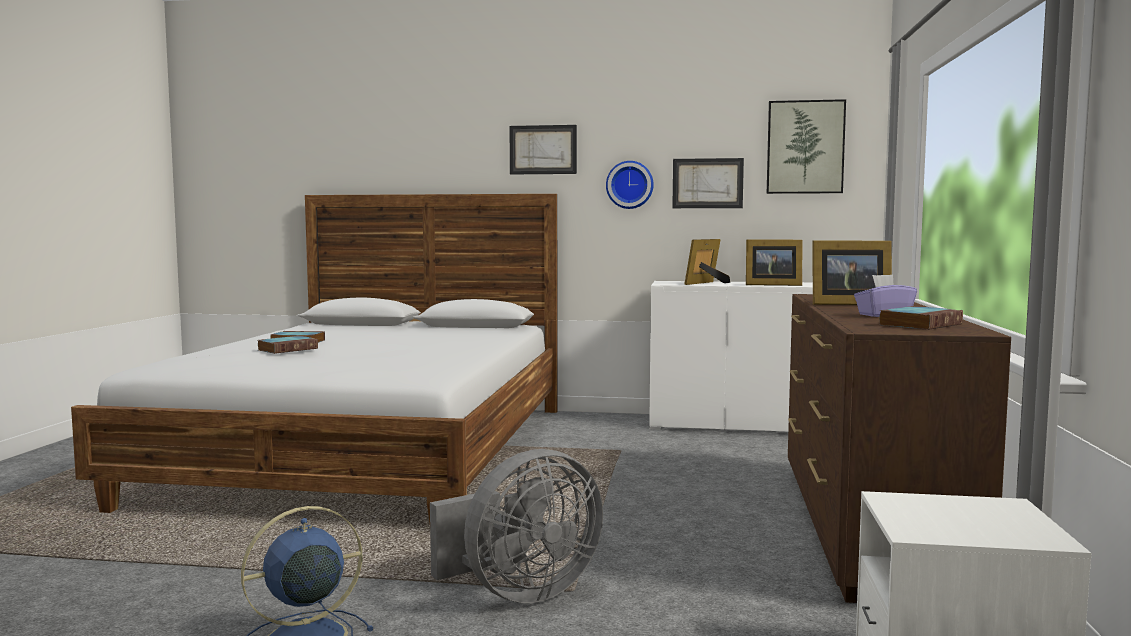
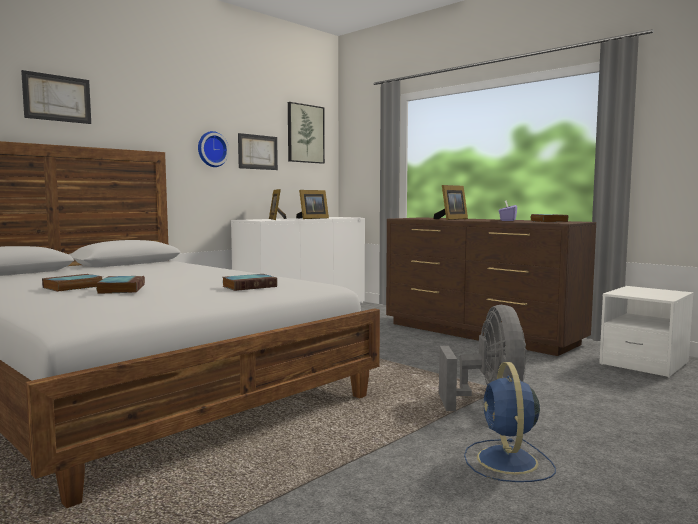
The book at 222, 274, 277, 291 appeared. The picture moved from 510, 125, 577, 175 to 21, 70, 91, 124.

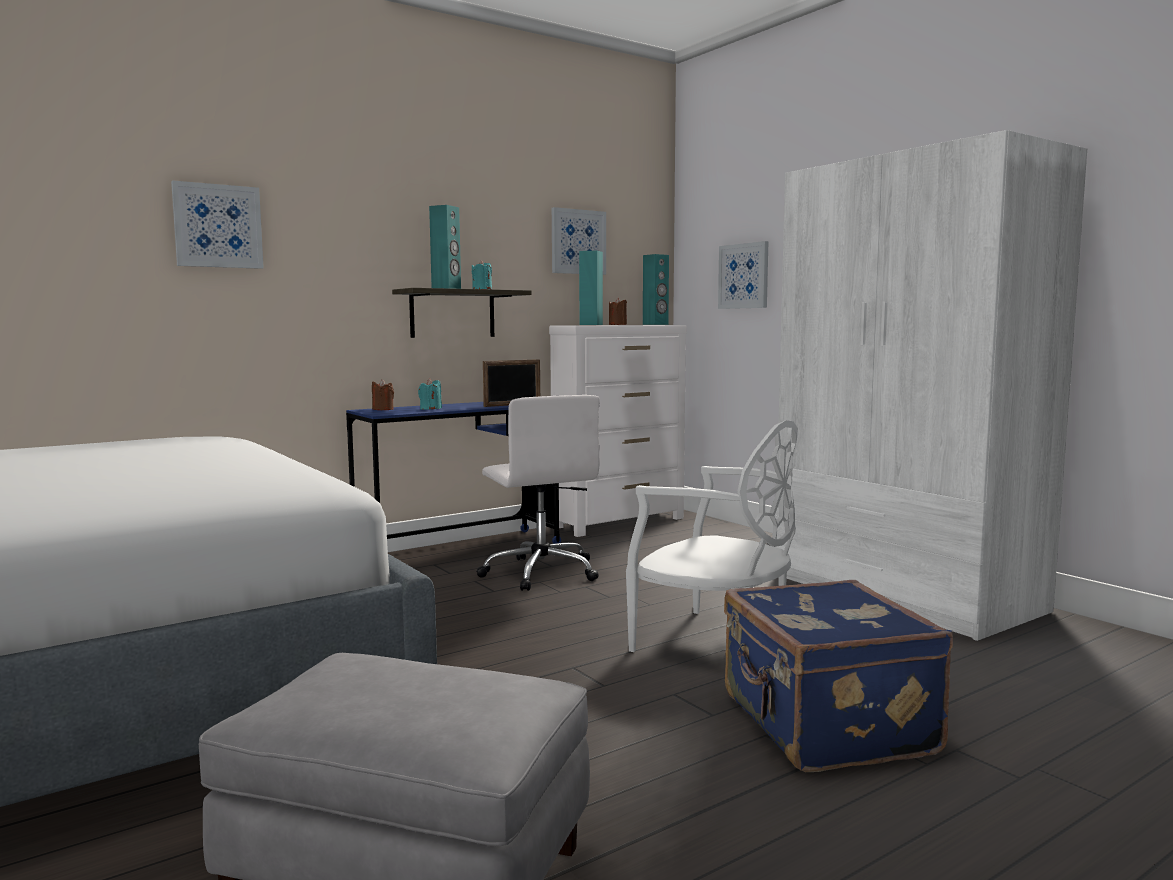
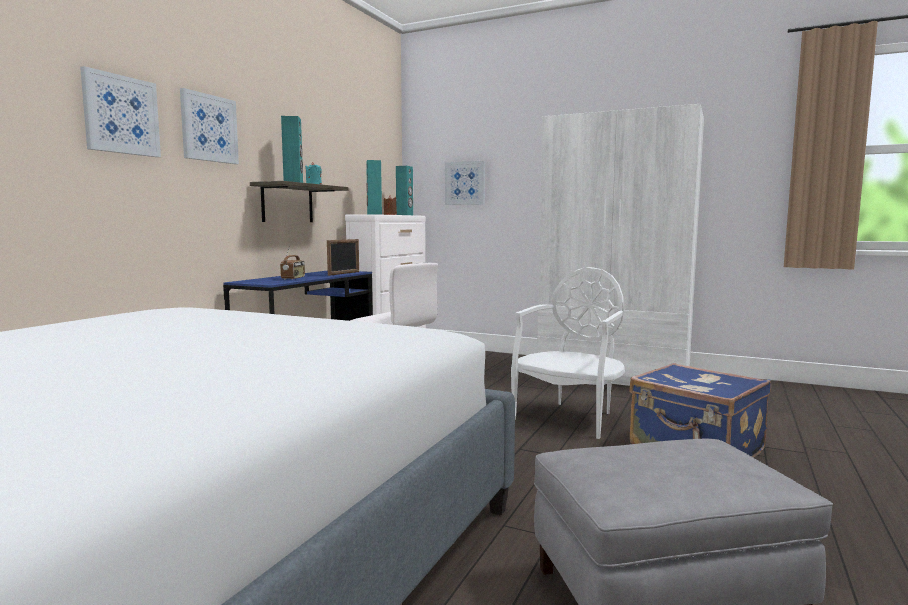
The brown candle at 372, 379, 394, 410 disappeared. The picture moved from 552, 207, 606, 275 to 180, 88, 239, 164. The turquoise candle at 418, 378, 442, 410 was replaced by the radio at 280, 246, 305, 280. The white chair at 626, 420, 798, 652 turned 60 degrees counterclockwise.

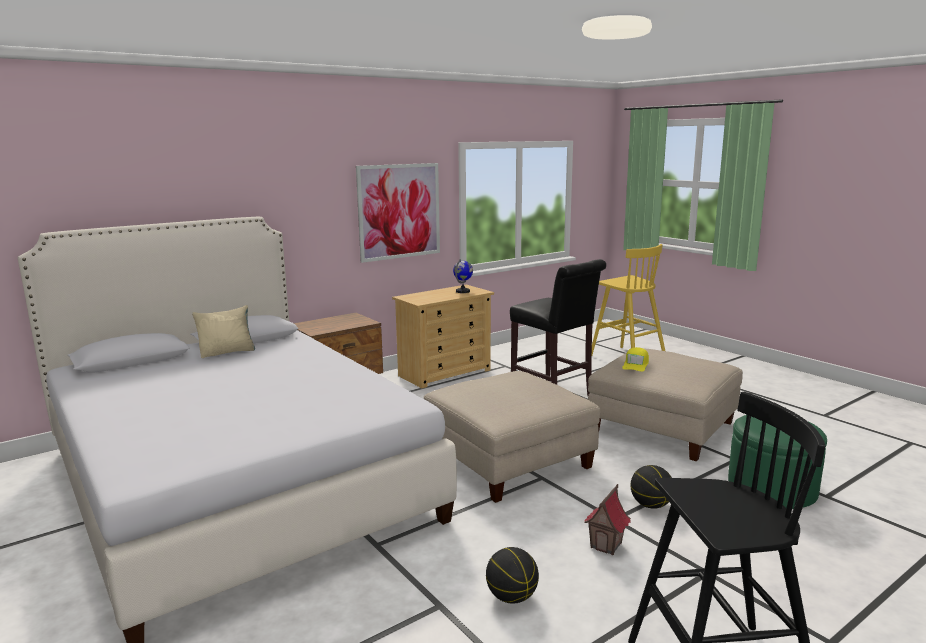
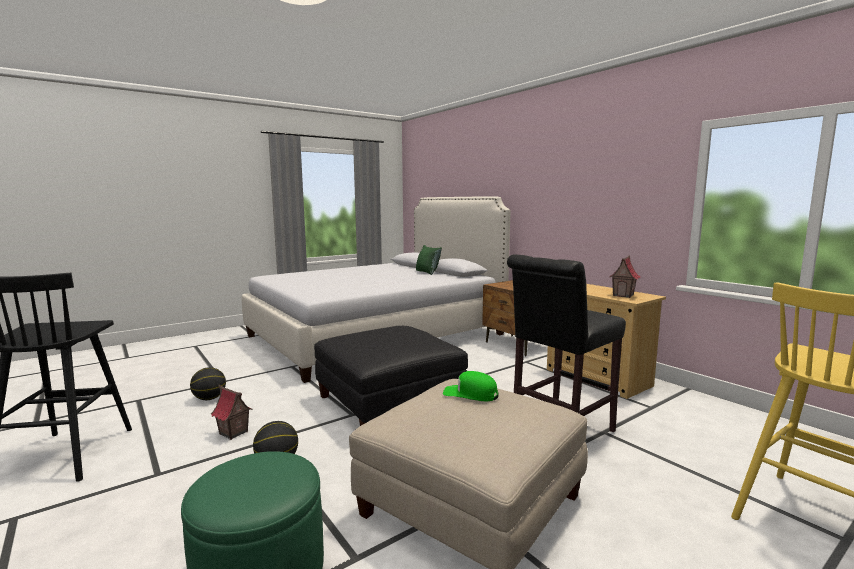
The picture at 356, 163, 440, 263 disappeared. The globe at 453, 259, 473, 293 was replaced by the toy house at 610, 255, 641, 298. The beige pillow at 192, 305, 255, 358 became the green pillow at 416, 245, 442, 275. The beige ottoman at 424, 371, 600, 503 became the black ottoman at 314, 326, 468, 426. The yellow cap at 622, 347, 649, 372 became the green cap at 443, 371, 498, 401.

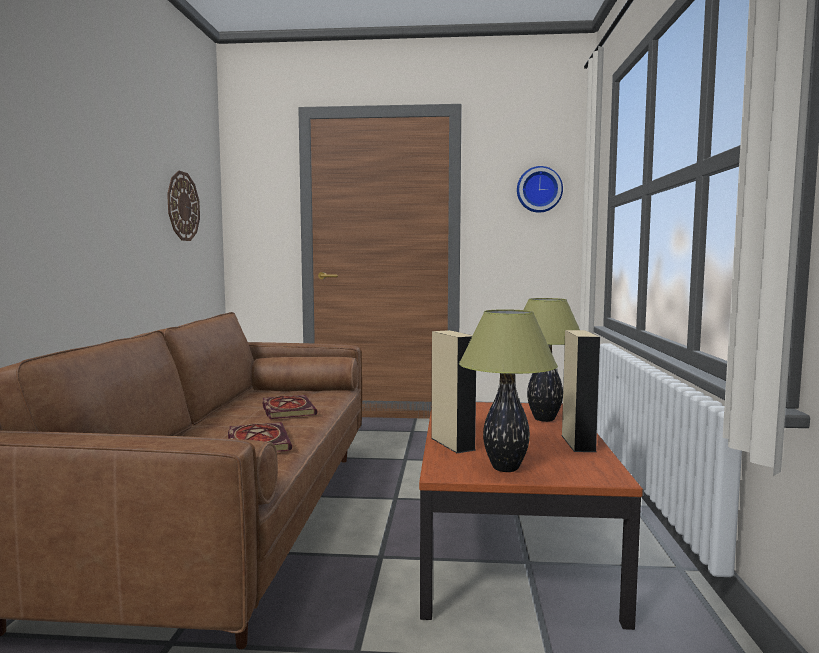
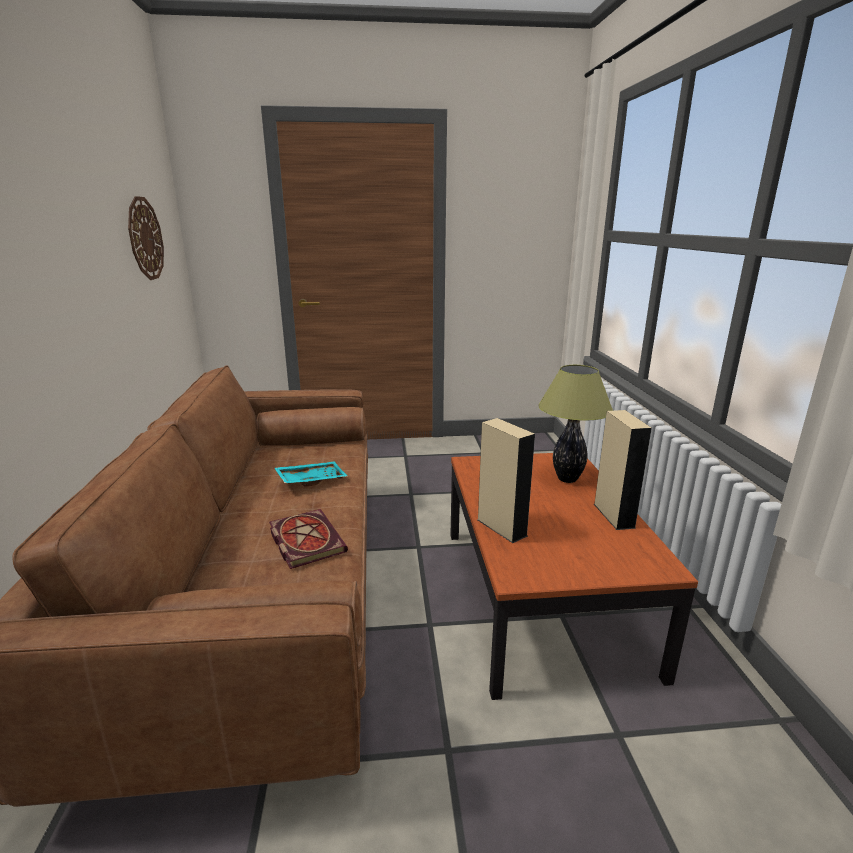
The table lamp at 459, 309, 558, 472 disappeared. The wall clock at 517, 166, 563, 213 disappeared. The book at 262, 395, 317, 419 was replaced by the turquoise tray at 275, 461, 347, 487.

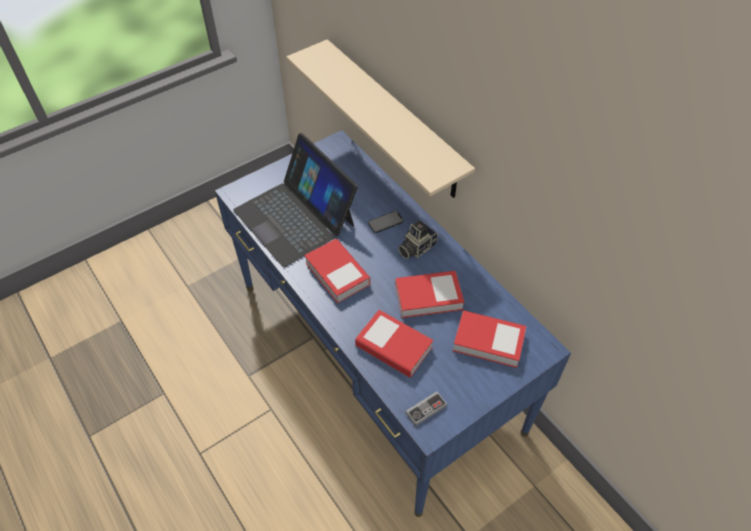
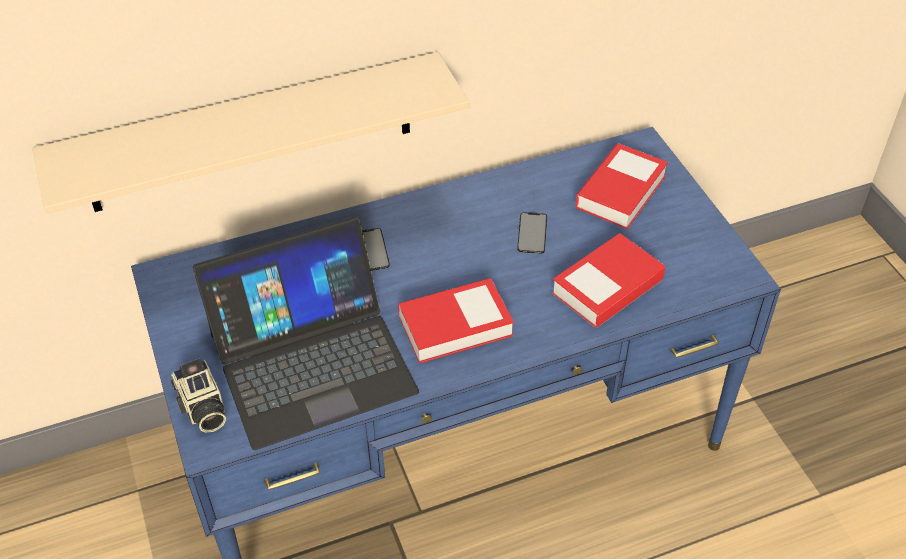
The game controller at 406, 392, 447, 426 disappeared. The photo camera moved from 398, 220, 438, 259 to 171, 358, 226, 433. The book at 395, 271, 464, 318 was replaced by the phone at 517, 212, 547, 254.

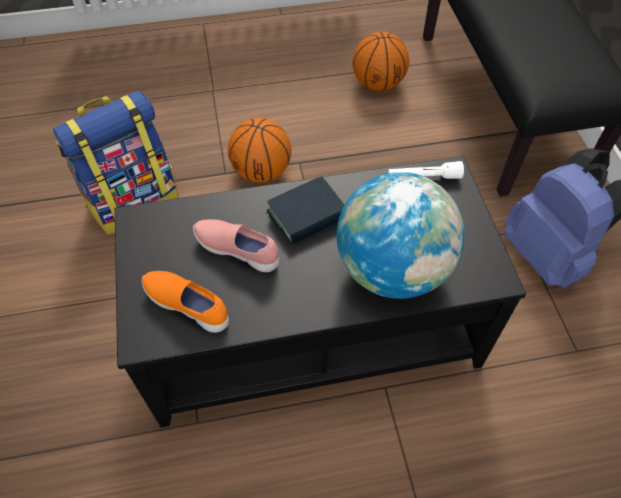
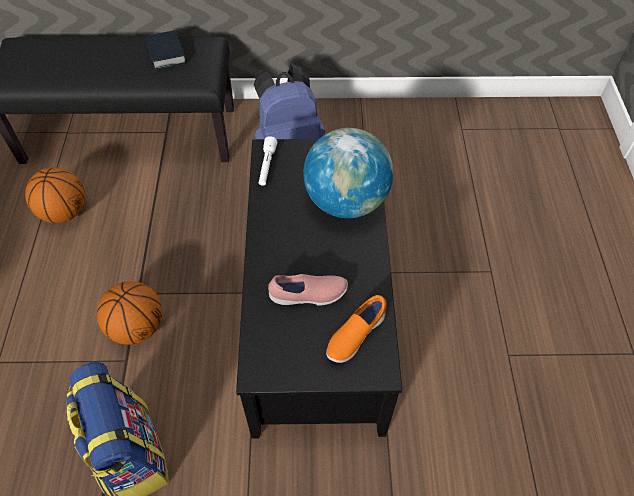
The book moved from 267, 176, 344, 245 to 145, 30, 186, 70. The pink shoe at 193, 219, 280, 272 turned 135 degrees counterclockwise.

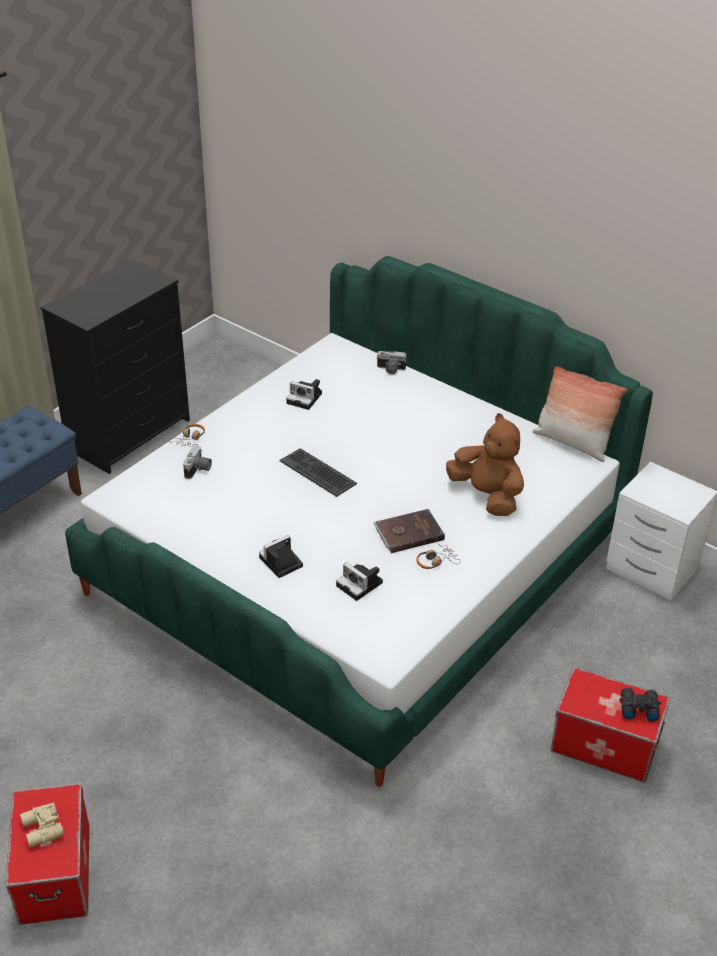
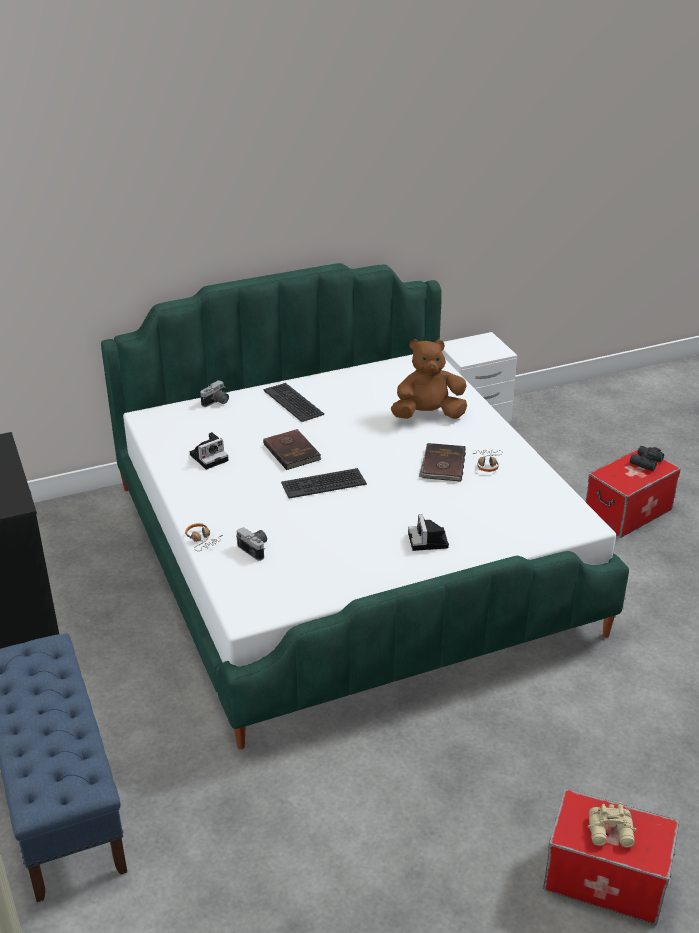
The photo camera at 336, 562, 383, 601 disappeared. The pillow at 532, 366, 627, 462 disappeared. The brown book at 263, 429, 321, 470 appeared. The keyboard at 264, 383, 324, 422 appeared.

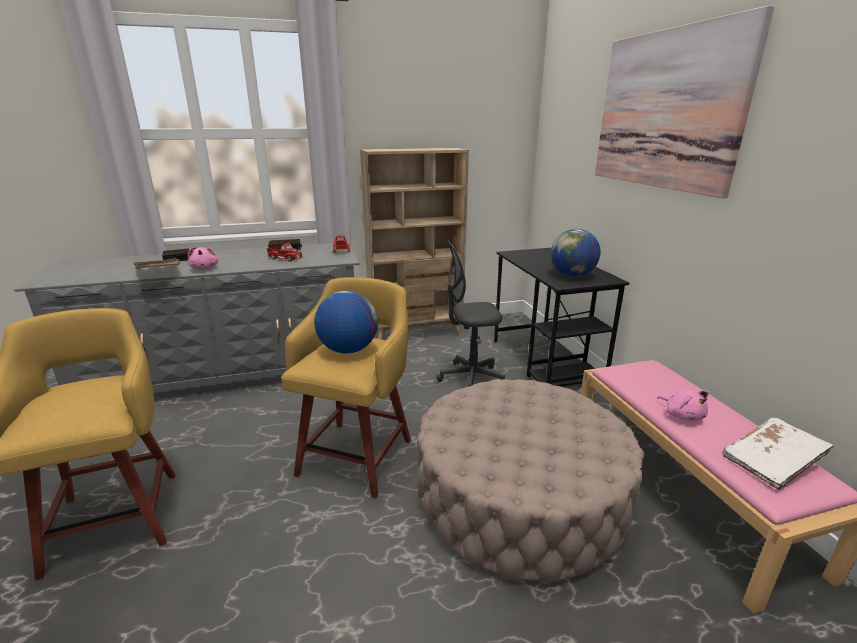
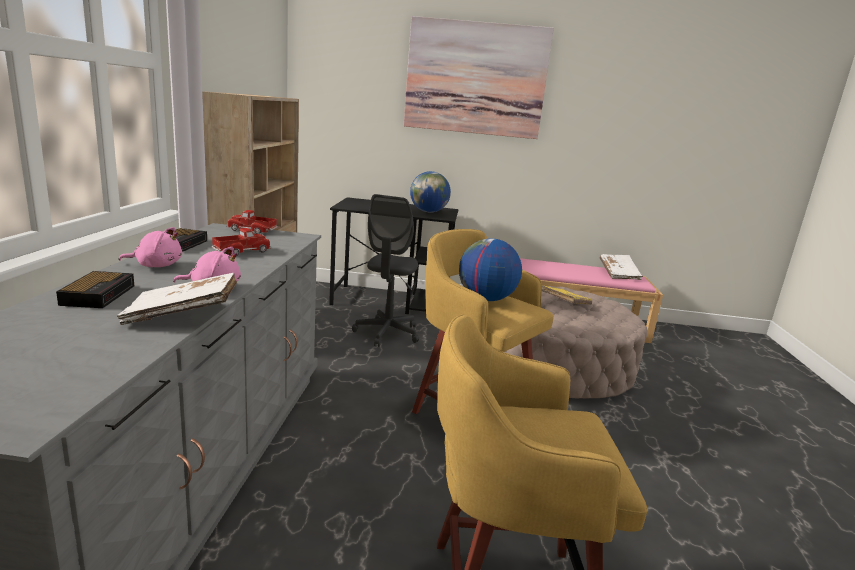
The yellow book at 542, 285, 592, 305 appeared. The pink plush toy moved from 657, 389, 709, 421 to 119, 227, 182, 267.

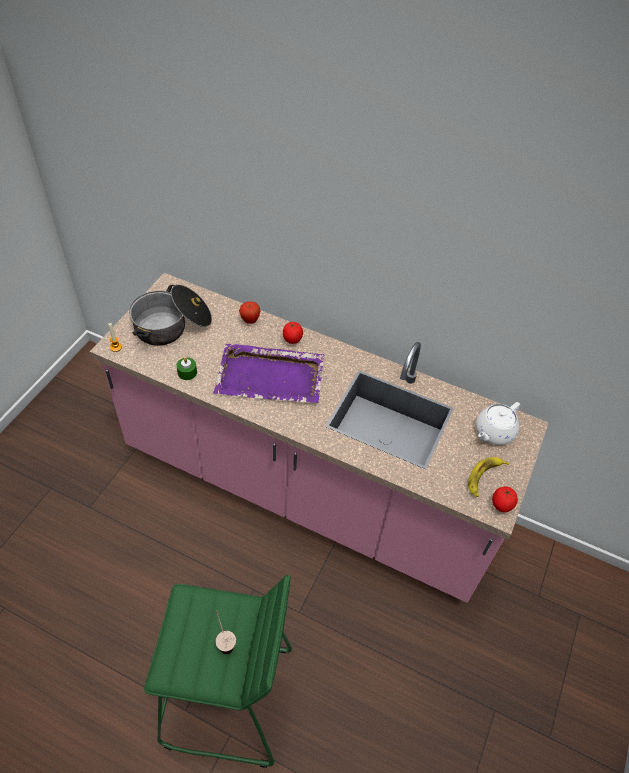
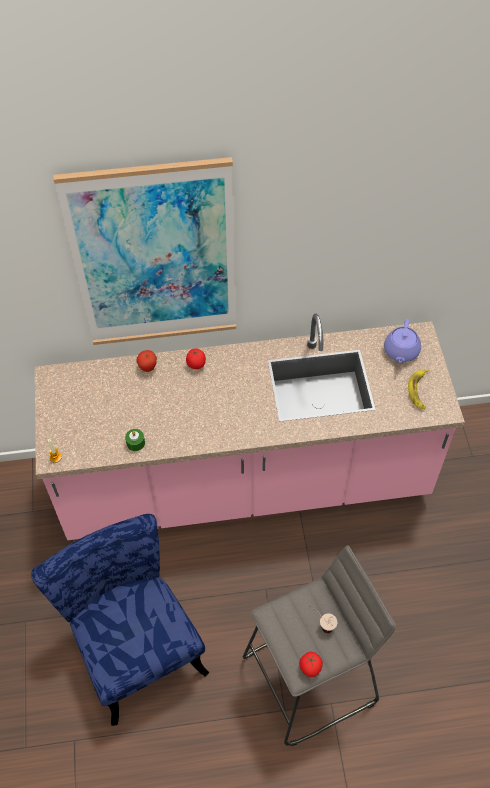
The cooking pot at 129, 285, 212, 346 disappeared. The purple tray at 213, 344, 325, 403 disappeared. The blue chair at 31, 514, 209, 726 appeared. The picture at 53, 157, 236, 345 appeared. The tomato moved from 492, 486, 518, 512 to 299, 652, 323, 677. The green stool at 144, 574, 292, 768 became the grey stool at 242, 545, 396, 746. The white teapot at 476, 402, 520, 445 became the purple teapot at 384, 319, 421, 364.

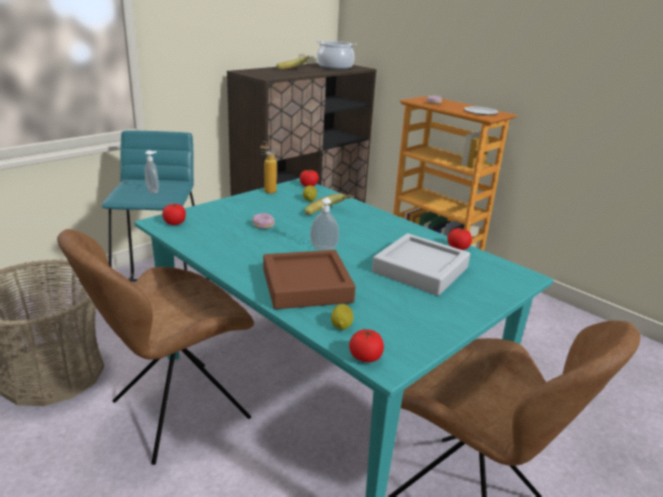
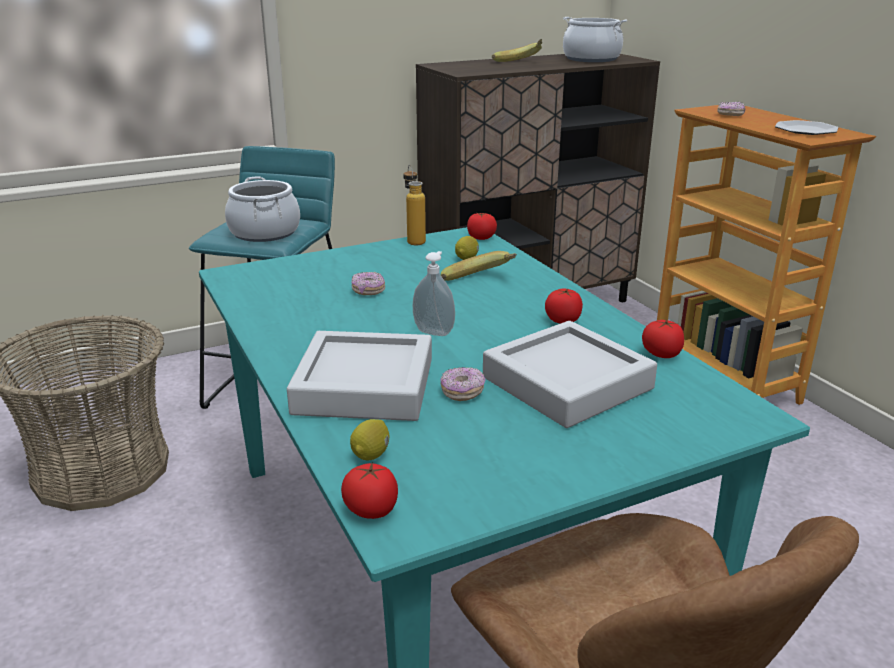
The brown chair at 57, 229, 254, 465 disappeared. The donut at 440, 367, 486, 401 appeared. The tomato moved from 162, 204, 186, 225 to 545, 289, 583, 324. The soap dispenser at 145, 150, 159, 194 was replaced by the cooking pot at 225, 176, 300, 242. The brown tray at 263, 250, 355, 309 became the grey tray at 287, 331, 432, 421.

